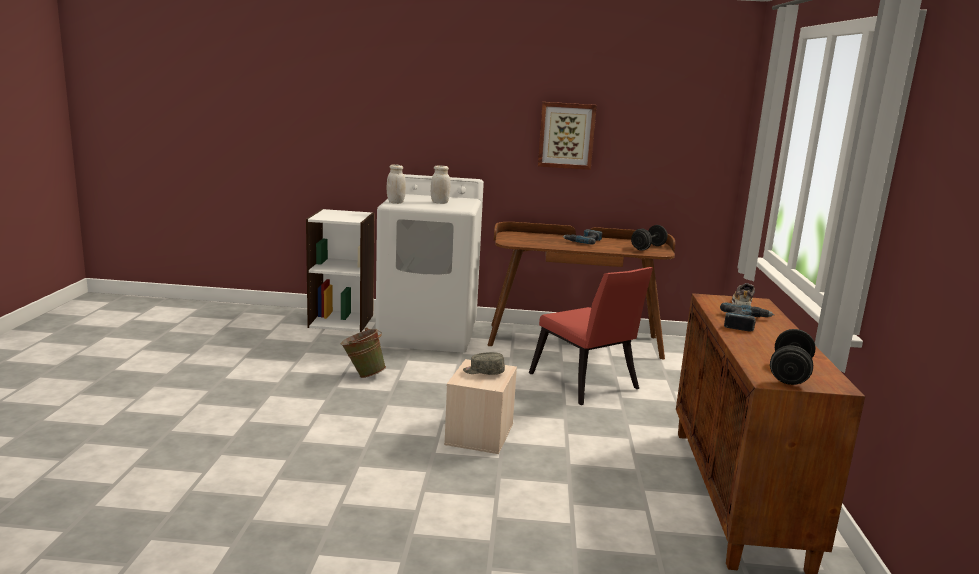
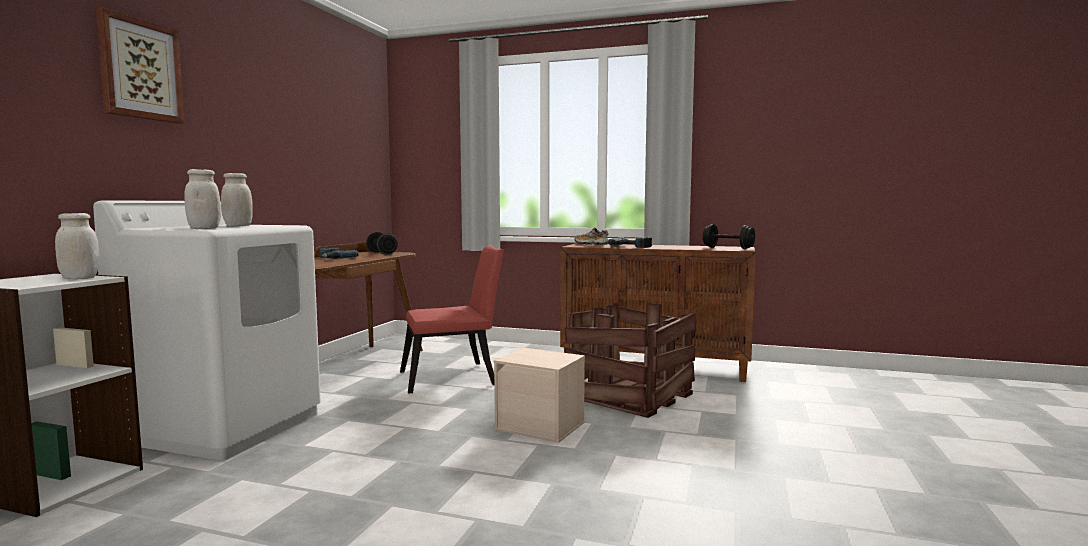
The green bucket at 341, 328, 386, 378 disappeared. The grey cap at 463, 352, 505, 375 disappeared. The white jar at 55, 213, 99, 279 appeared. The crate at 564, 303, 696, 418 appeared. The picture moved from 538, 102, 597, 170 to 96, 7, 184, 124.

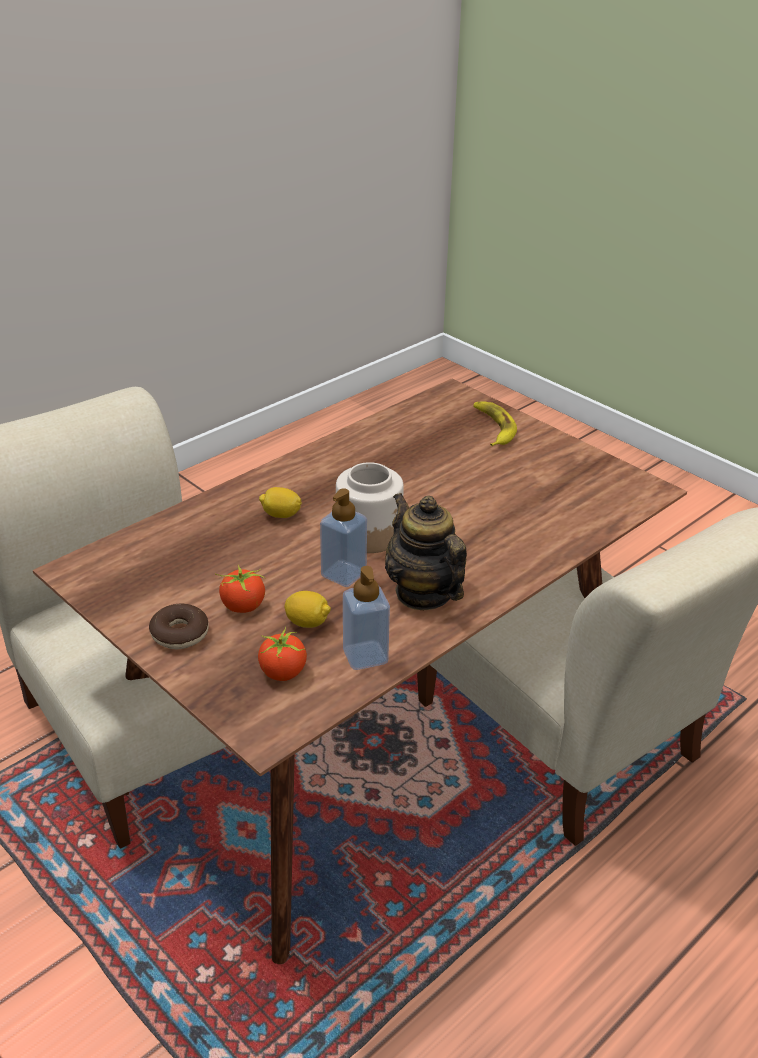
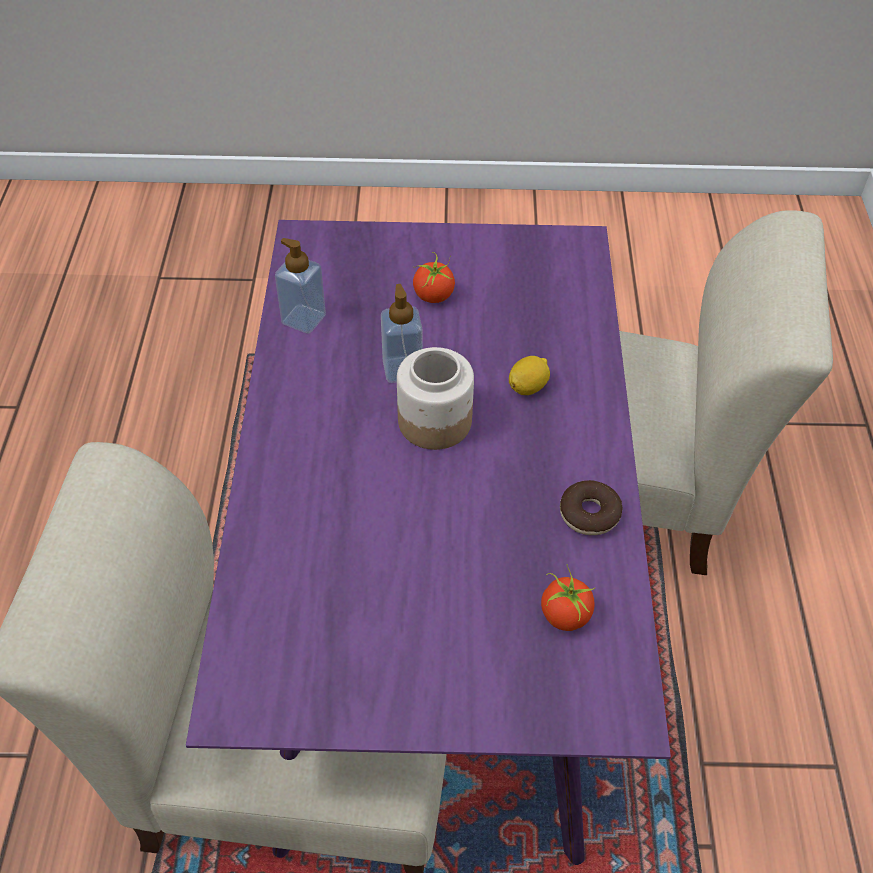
The lemon at 284, 591, 331, 628 disappeared. The teapot at 385, 493, 467, 610 disappeared. The banana at 473, 402, 517, 446 disappeared. The donut moved from 149, 603, 209, 649 to 560, 480, 622, 535. The tomato moved from 258, 627, 307, 681 to 541, 566, 595, 631. The brown dining table at 33, 378, 687, 964 became the purple dining table at 186, 220, 671, 865.

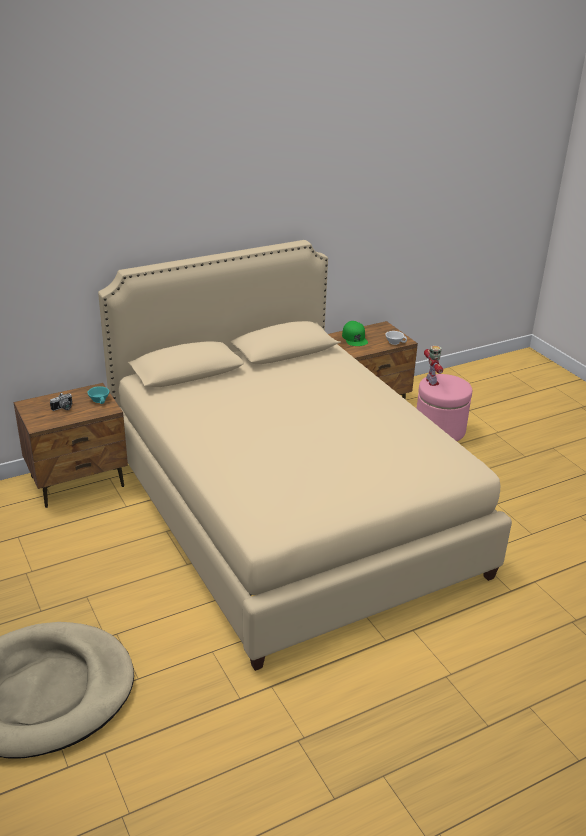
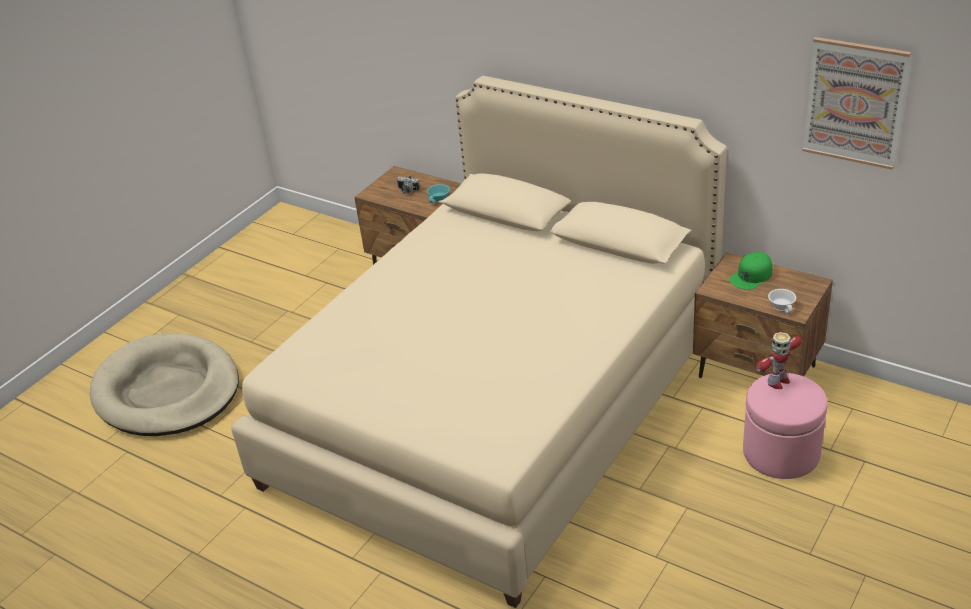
The picture at 803, 37, 911, 170 appeared.

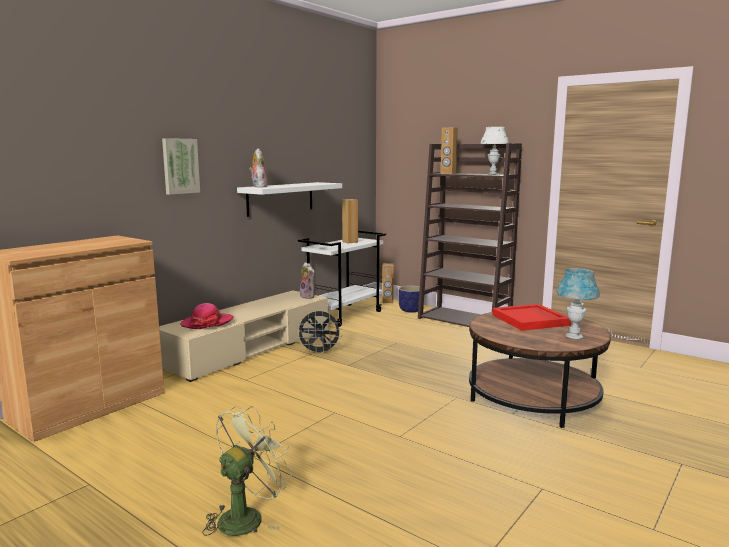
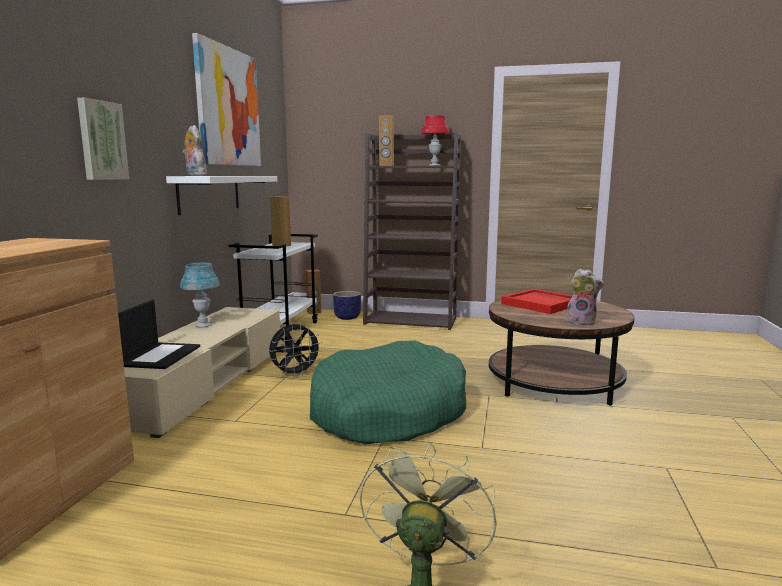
The picture at 192, 33, 261, 166 appeared. The green dog bed at 310, 340, 466, 444 appeared. The plush toy moved from 300, 262, 315, 299 to 566, 269, 604, 325. The blue table lamp moved from 556, 268, 600, 339 to 180, 263, 220, 327. The hat at 180, 303, 234, 329 was replaced by the laptop at 118, 300, 200, 369. The white table lamp at 481, 127, 509, 175 became the red table lamp at 421, 115, 450, 166.

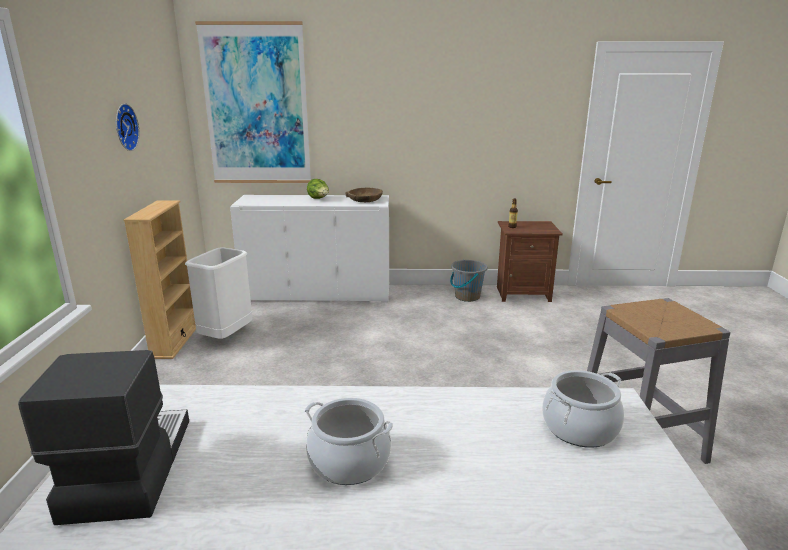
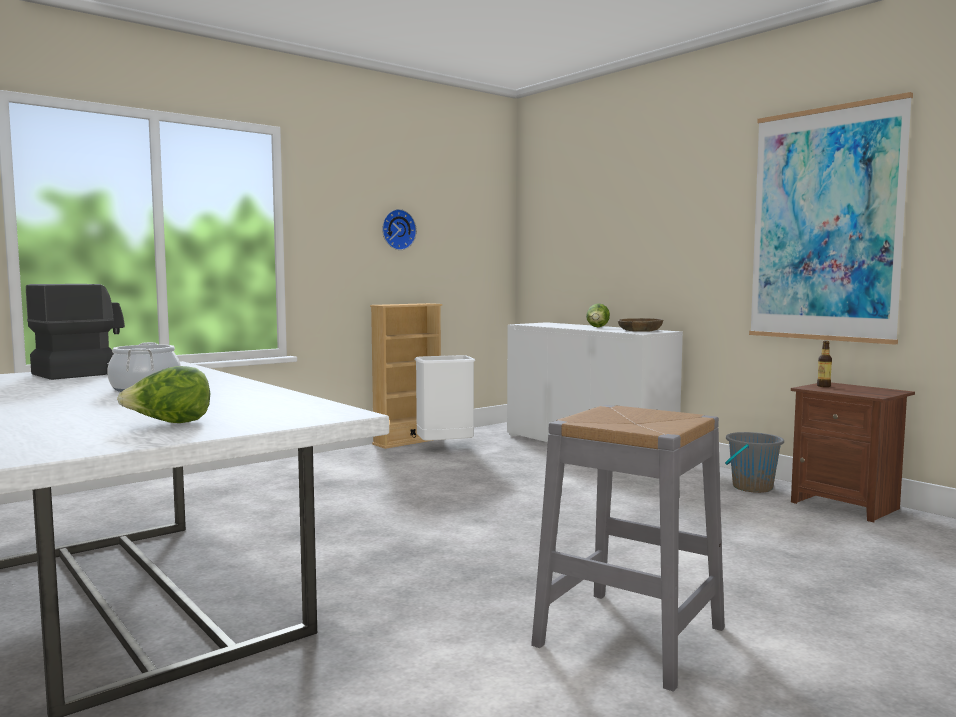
The cooking pot at 542, 370, 624, 448 disappeared. The lettuce at 117, 366, 210, 423 appeared. The picture moved from 195, 21, 311, 183 to 749, 92, 913, 345.

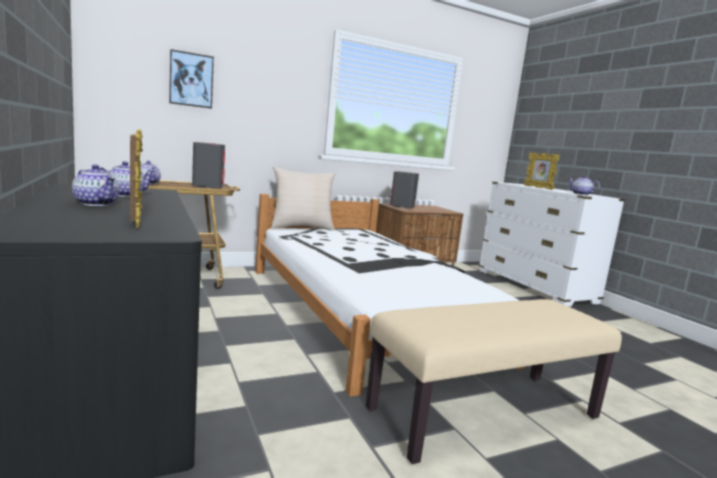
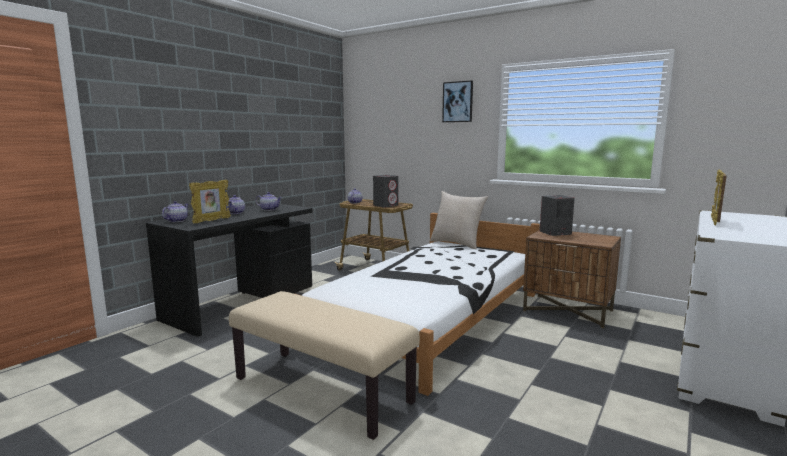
The picture moved from 169, 49, 214, 109 to 442, 80, 473, 122. The teapot moved from 568, 176, 600, 195 to 162, 201, 188, 222.

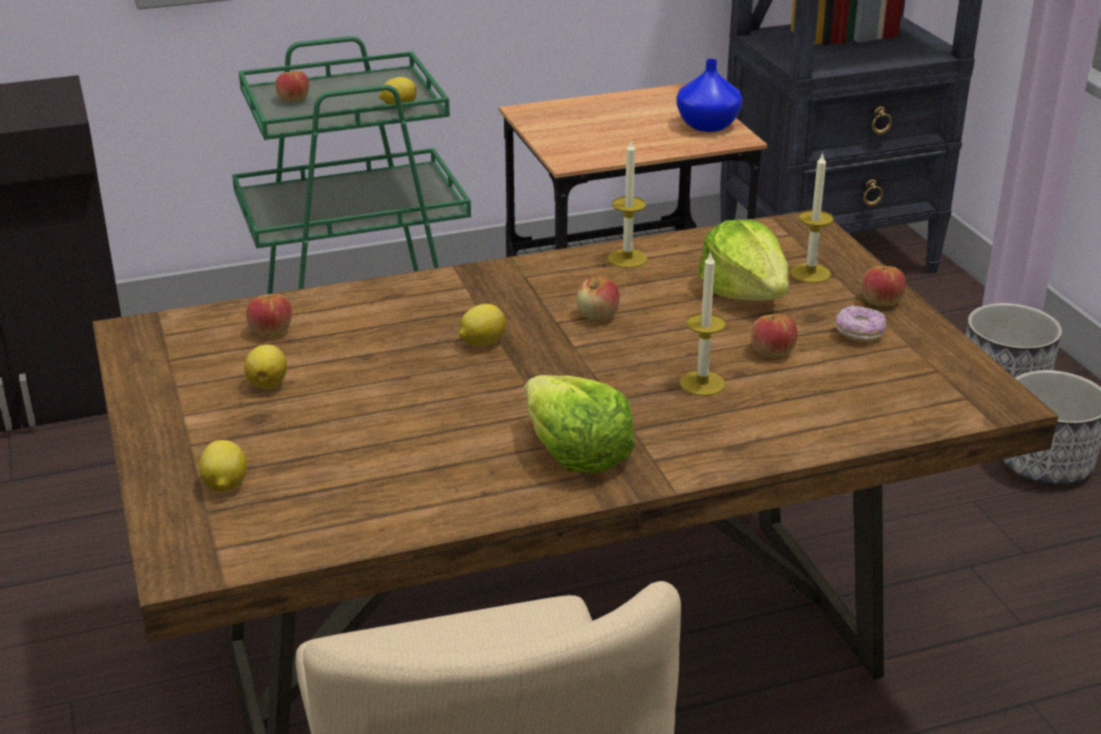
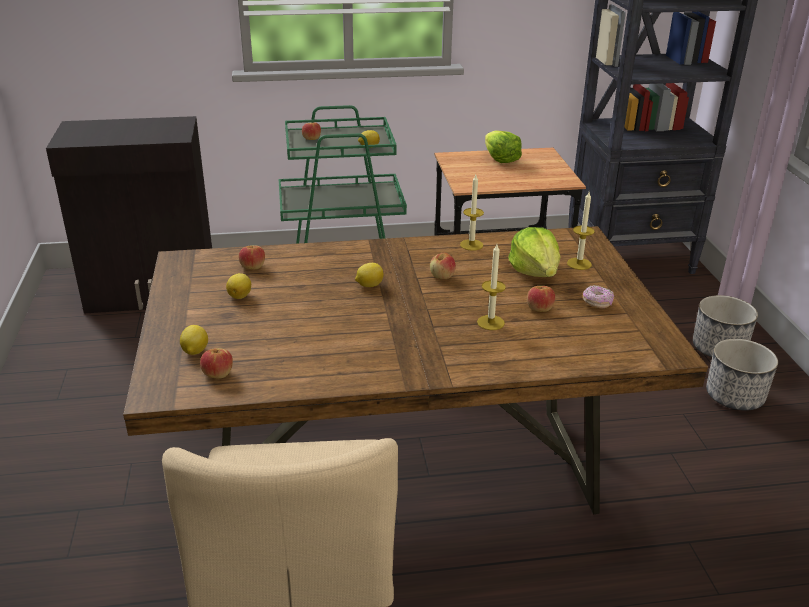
The blue vase at 676, 59, 742, 132 disappeared. The lettuce moved from 524, 375, 635, 473 to 485, 130, 522, 163. The apple moved from 861, 266, 906, 306 to 200, 348, 233, 379.

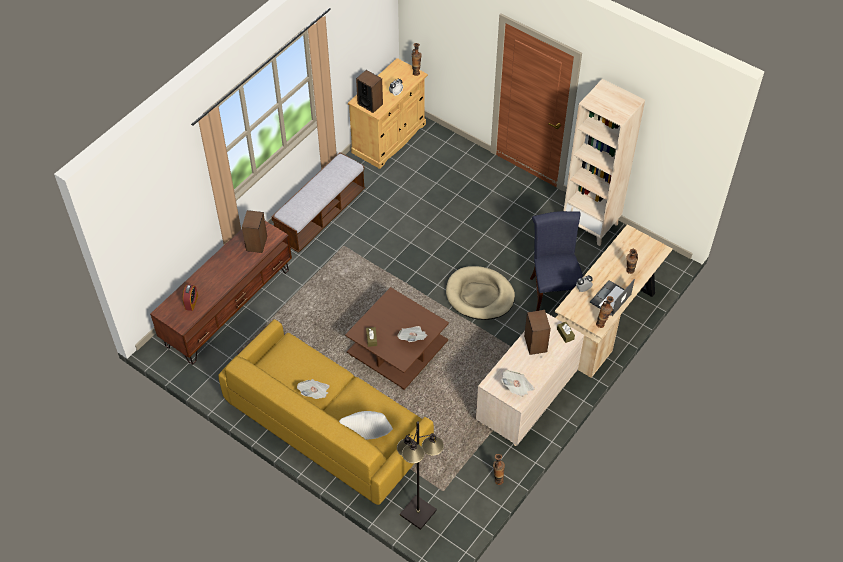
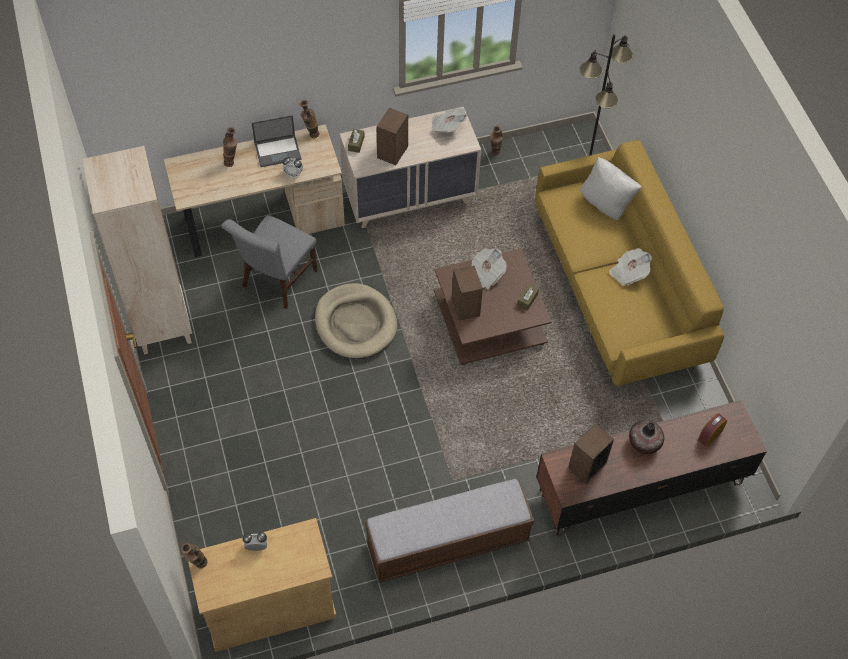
The vase at 629, 420, 664, 454 appeared. The speaker moved from 356, 70, 383, 113 to 452, 266, 483, 320. The blue chair at 530, 211, 583, 311 became the grey chair at 221, 215, 318, 309.

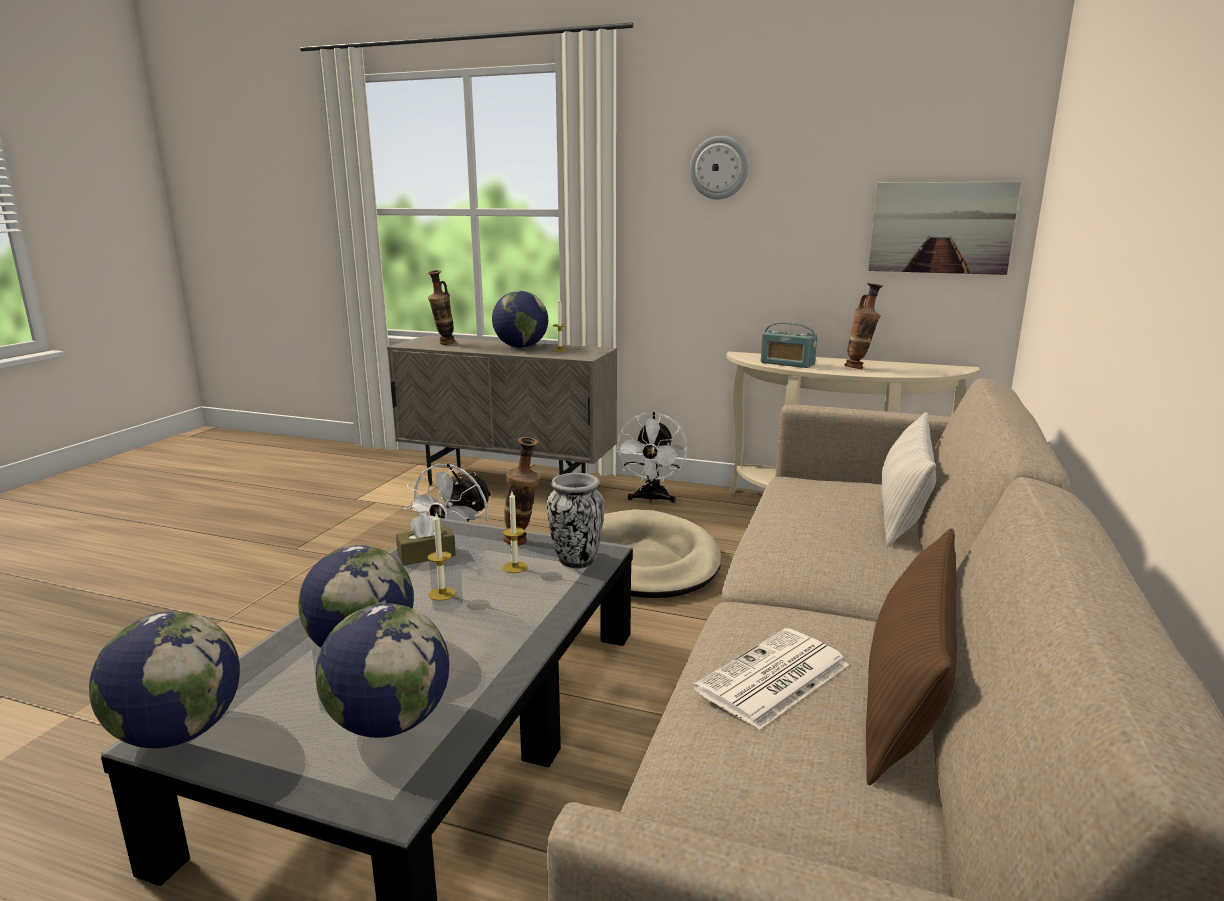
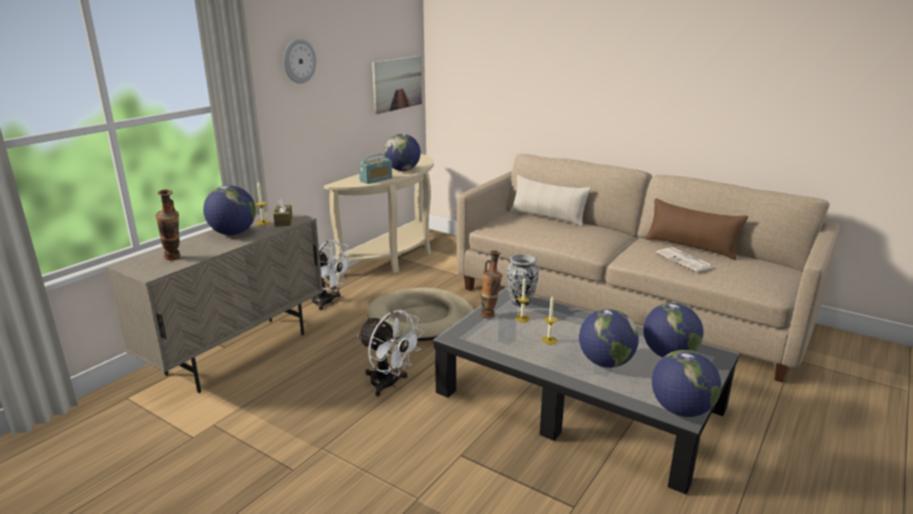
The brown tissue box moved from 396, 513, 456, 566 to 274, 198, 292, 227. The vase at 845, 283, 883, 369 was replaced by the globe at 384, 134, 421, 171.

